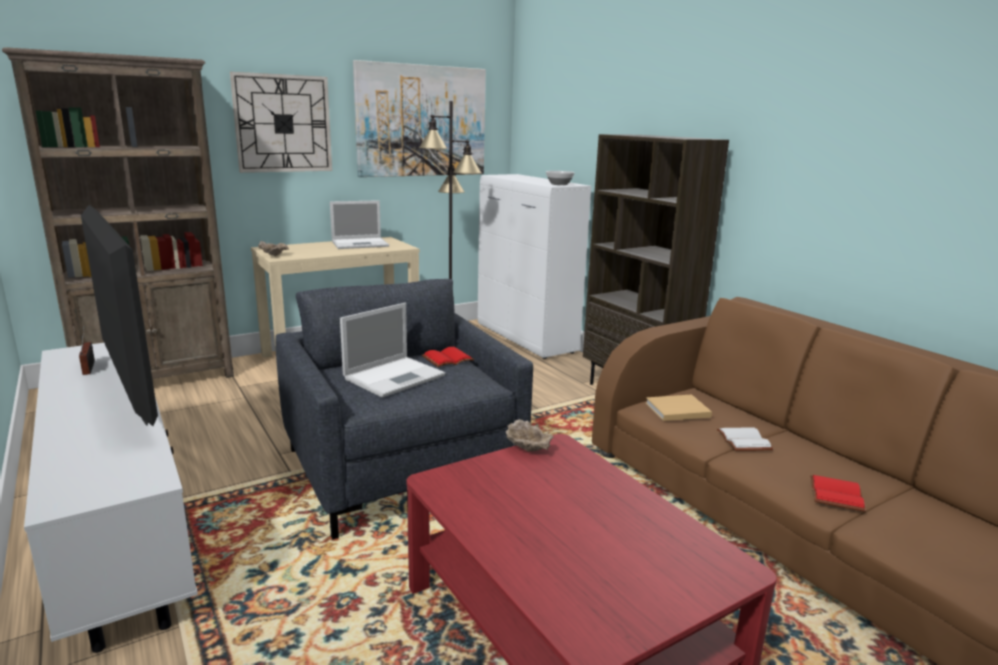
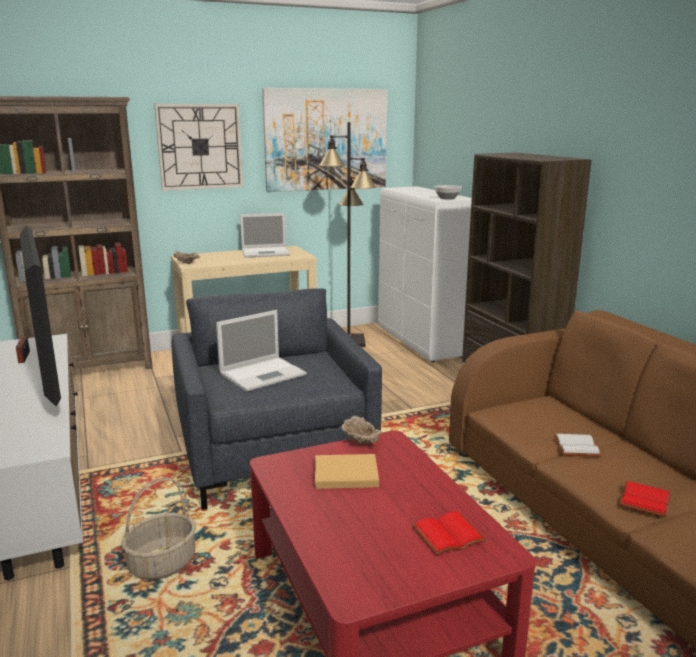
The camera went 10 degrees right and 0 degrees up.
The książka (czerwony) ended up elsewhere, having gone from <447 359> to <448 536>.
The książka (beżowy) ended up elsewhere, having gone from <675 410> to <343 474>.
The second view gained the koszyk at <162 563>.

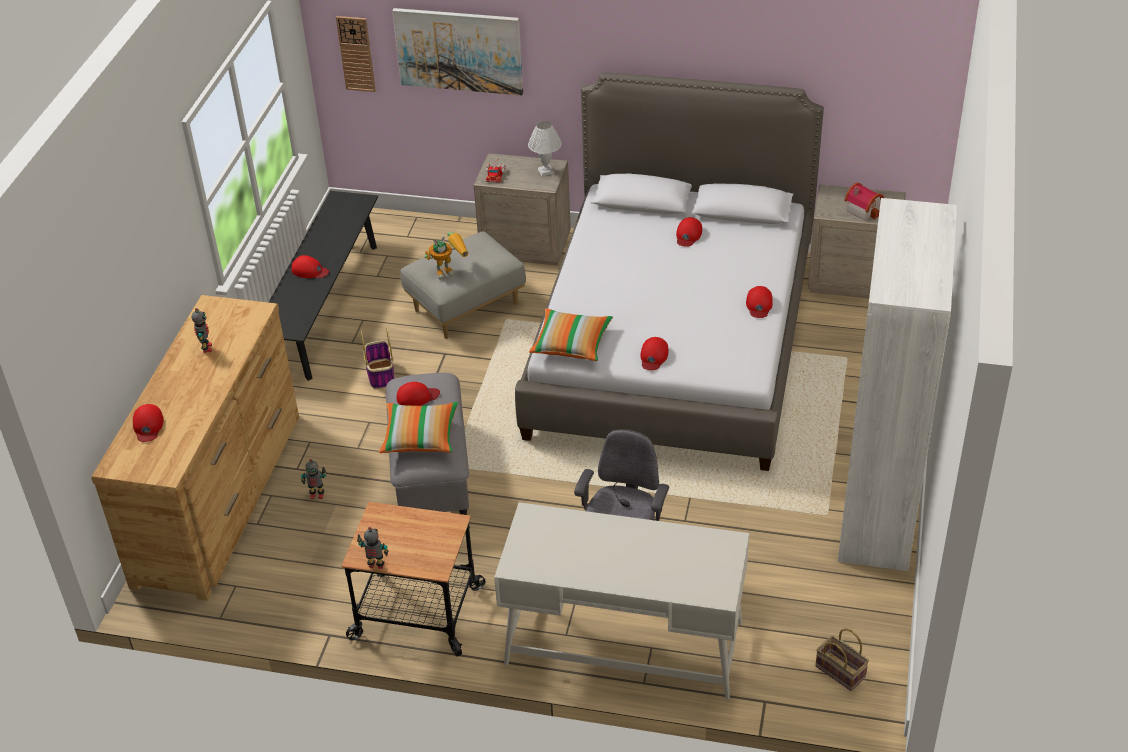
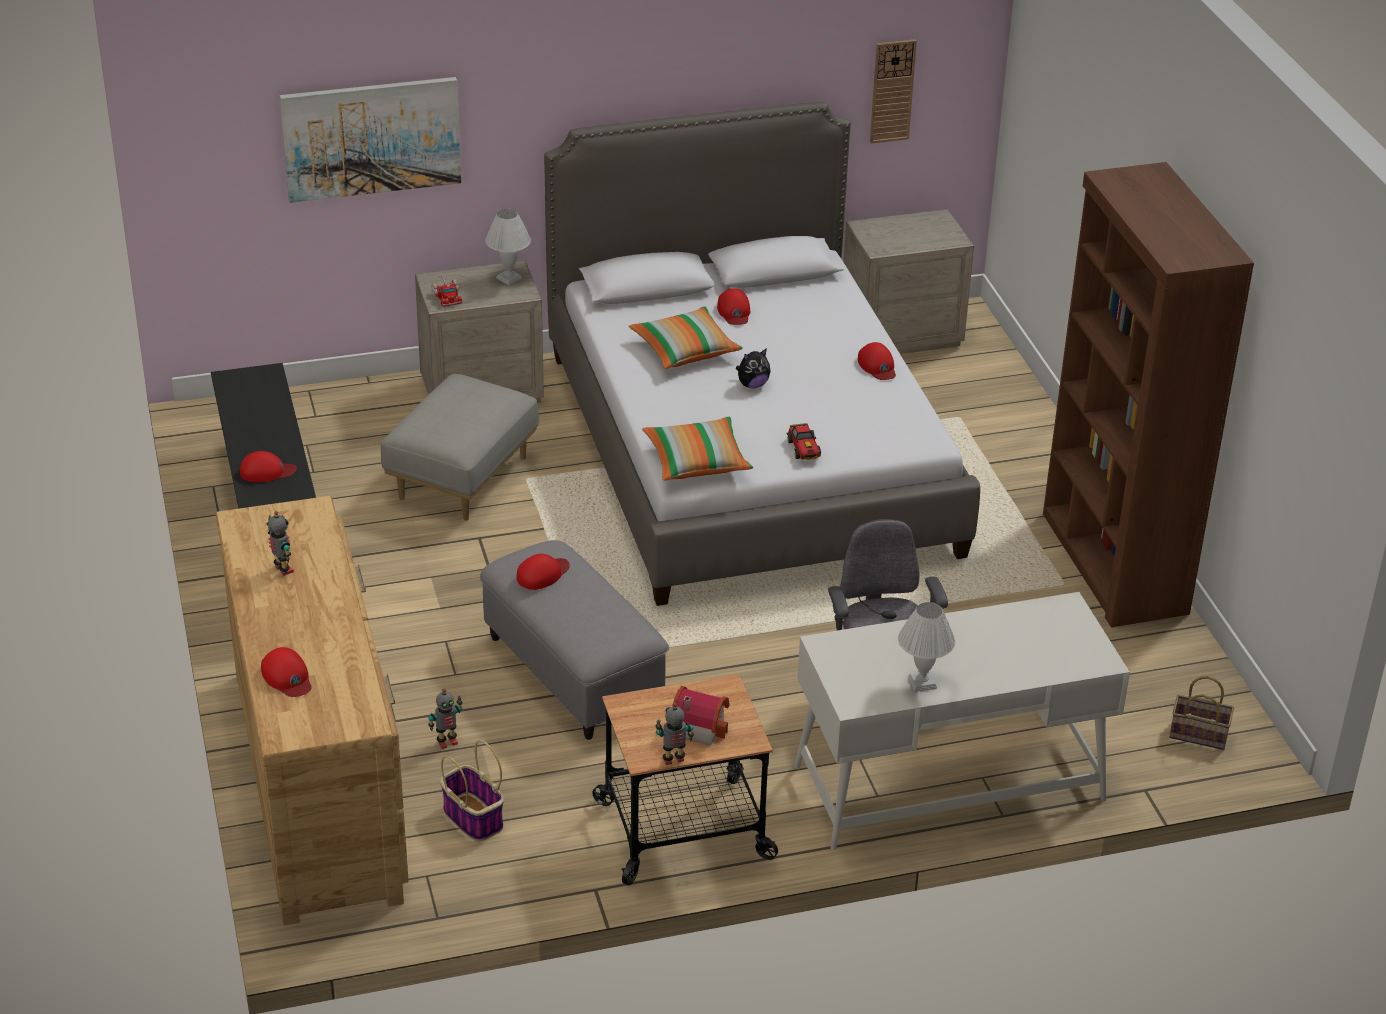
The camera went 30 degrees left and 5 degrees down.
The zegar ścienny ended up elsewhere, having gone from <356 53> to <892 91>.
The domek ended up elsewhere, having gone from <863 209> to <699 726>.
What was the regał (biały) at <878 510> turned into the regał (brązowy) at <1113 564>.
The second view lost the robot zabawkowy at <449 270>.
The koszyk ended up elsewhere, having gone from <380 374> to <472 817>.
Where the czapka z daszkiem (czerwony) stood at <653 356>, the samochodzik came to stand at <804 450>.
The poduszka ended up elsewhere, having gone from <420 437> to <685 350>.
The second view gained the pluszak at <752 385>.
The second view gained the lampa stołowa (biały) at <921 683>.

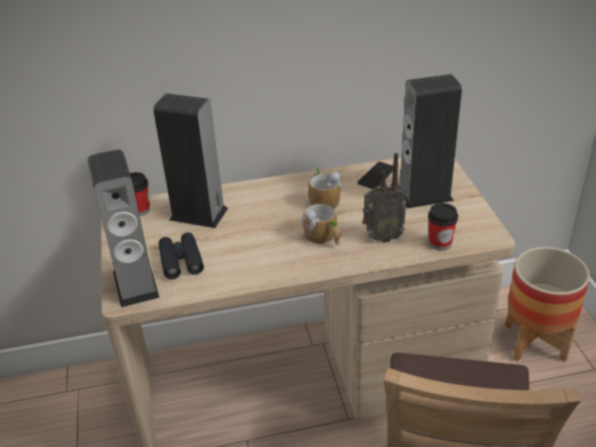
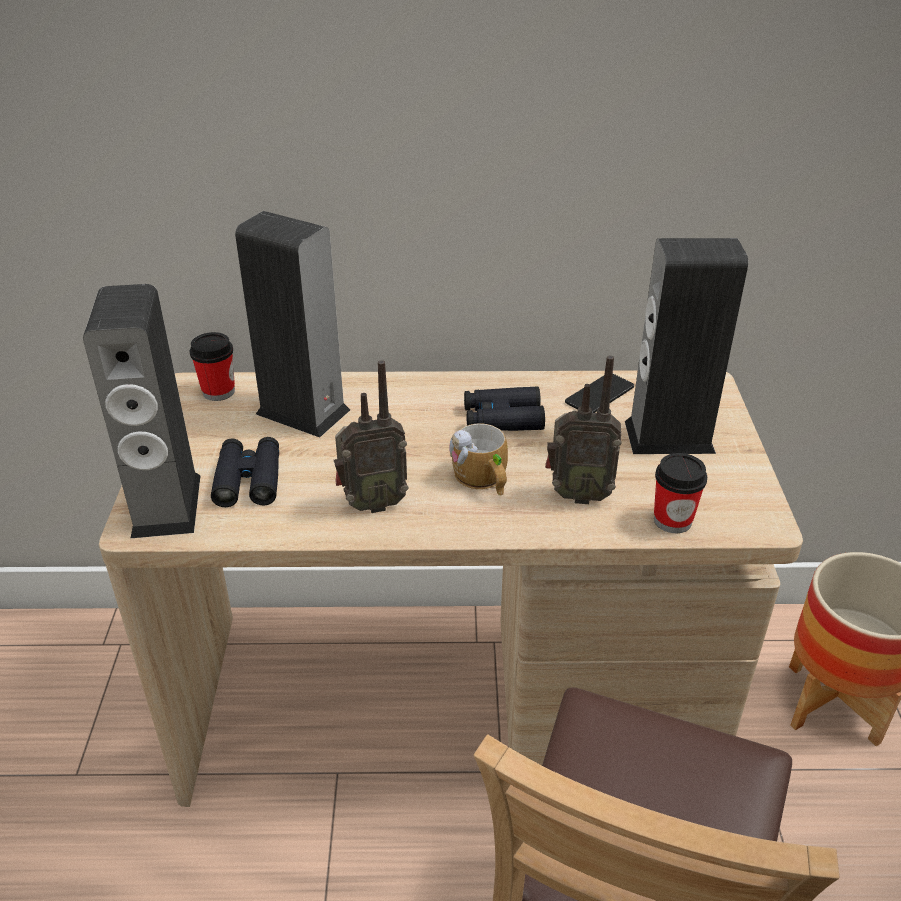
The camera went 10 degrees right and 0 degrees up.
Where the kubek stood at <323 199>, the lornetka (czarny) came to stand at <502 418>.
The second view gained the radio at <371 503>.

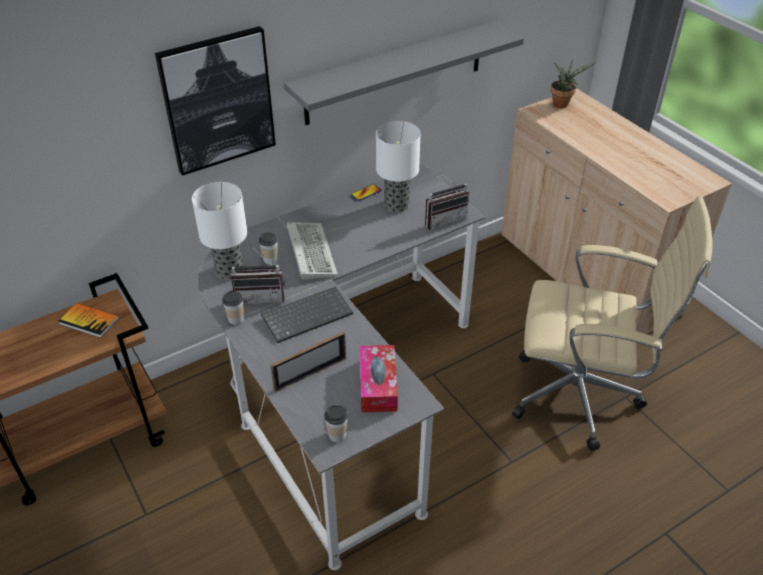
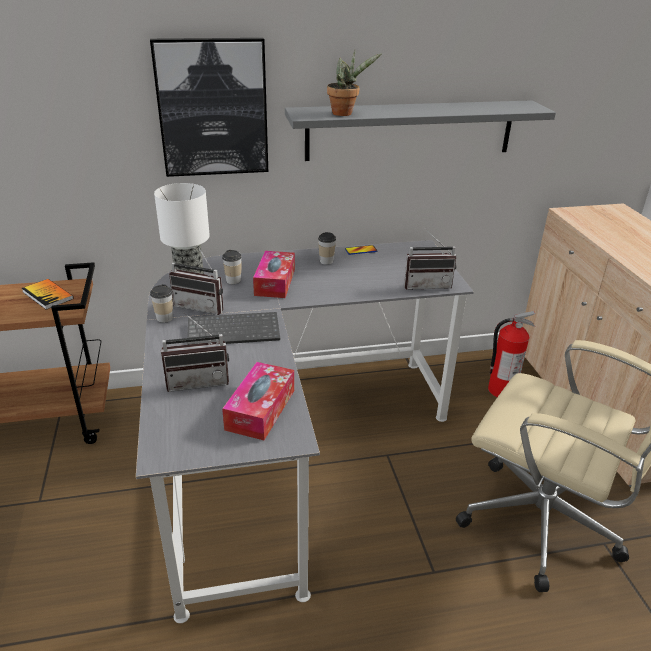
The camera went 20 degrees right and 10 degrees down.
The roślina doniczkowa ended up elsewhere, having gone from <562 103> to <345 113>.
The second view lost the lampa stołowa at <396 205>.
Where the klawiatura stood at <310 251>, the pudełko chusteczek came to stand at <275 282>.
Where the ramka na zdjęcie stood at <310 374>, the radio came to stand at <198 381>.
The filiżanka ended up elsewhere, having gone from <337 435> to <326 261>.
The second view gained the gaśnica at <501 390>.

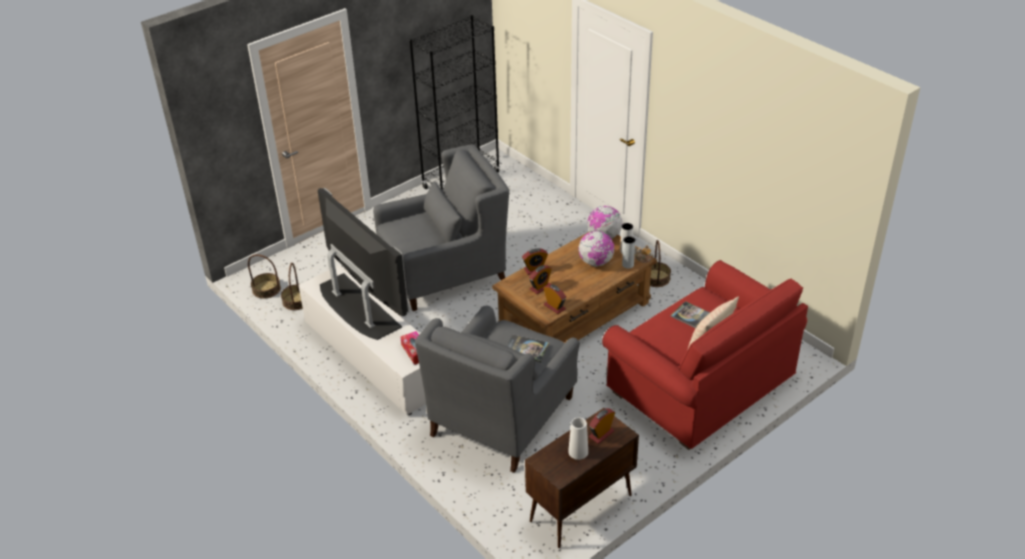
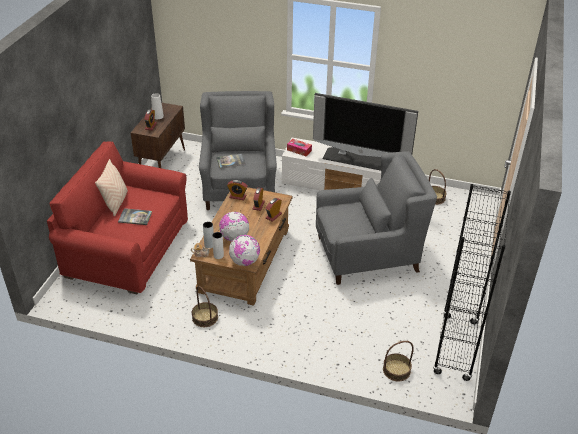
The camera went 145 degrees right and 0 degrees up.
The fotel (szary) at <444 273> ended up facing another way, 135 degrees counterclockwise from before.
The koszyk ended up elsewhere, having gone from <266 289> to <396 370>.

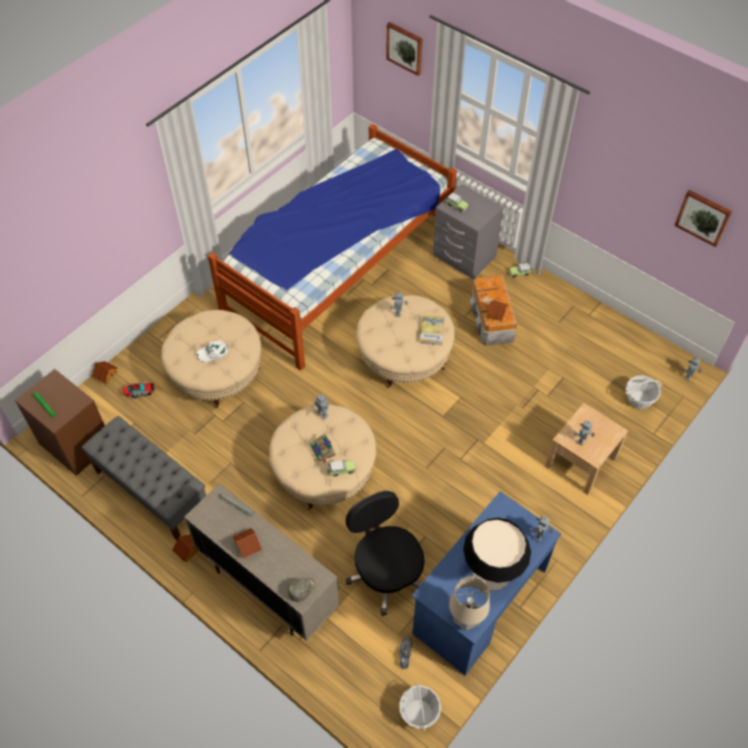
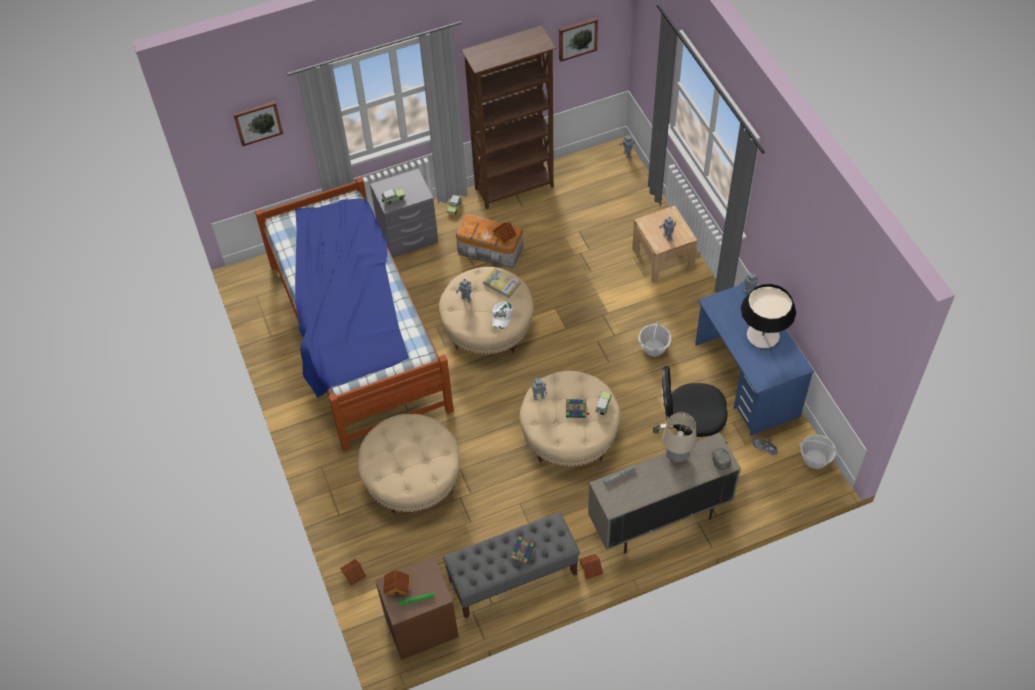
The camera went 60 degrees left and 0 degrees up.
The czapka z daszkiem (biały) ended up elsewhere, having gone from <213 352> to <501 316>.
The koszyk ended up elsewhere, having gone from <639 400> to <653 348>.
The second view lost the ciężarówka zabawkowa at <140 392>.
The domek ended up elsewhere, having gone from <248 546> to <397 586>.
The lampa stołowa ended up elsewhere, having gone from <465 620> to <677 456>.
The second view gained the regał (brązowy) at <515 188>.
The second view gained the książka at <522 551>.

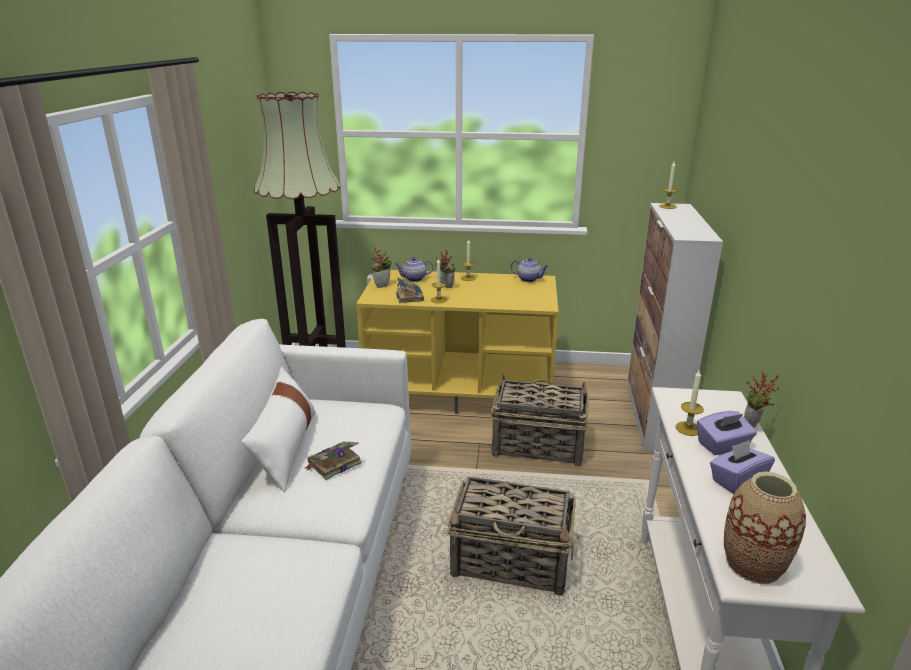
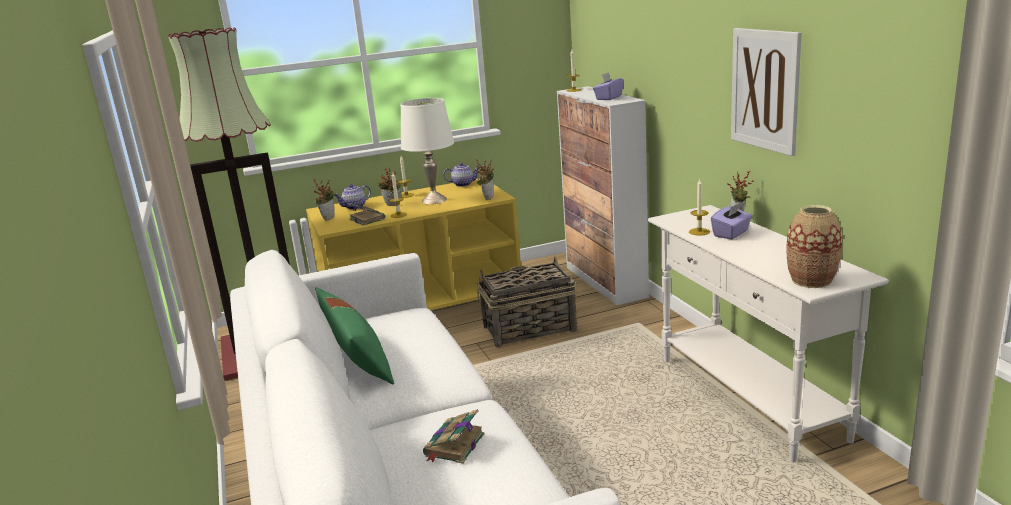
The camera went 25 degrees left and 5 degrees down.
What was the poduszka (biały) at <286 448> turned into the poduszka (zielony) at <357 358>.
The pudełko chusteczek (fioletowy) ended up elsewhere, having gone from <737 480> to <608 98>.
The książka ended up elsewhere, having gone from <333 464> to <453 446>.
The second view lost the koszyk at <512 562>.
The second view gained the obraz at <765 89>.
The second view gained the lampa stołowa (biały) at <434 200>.
The second view gained the roślina doniczkowa at <487 198>.

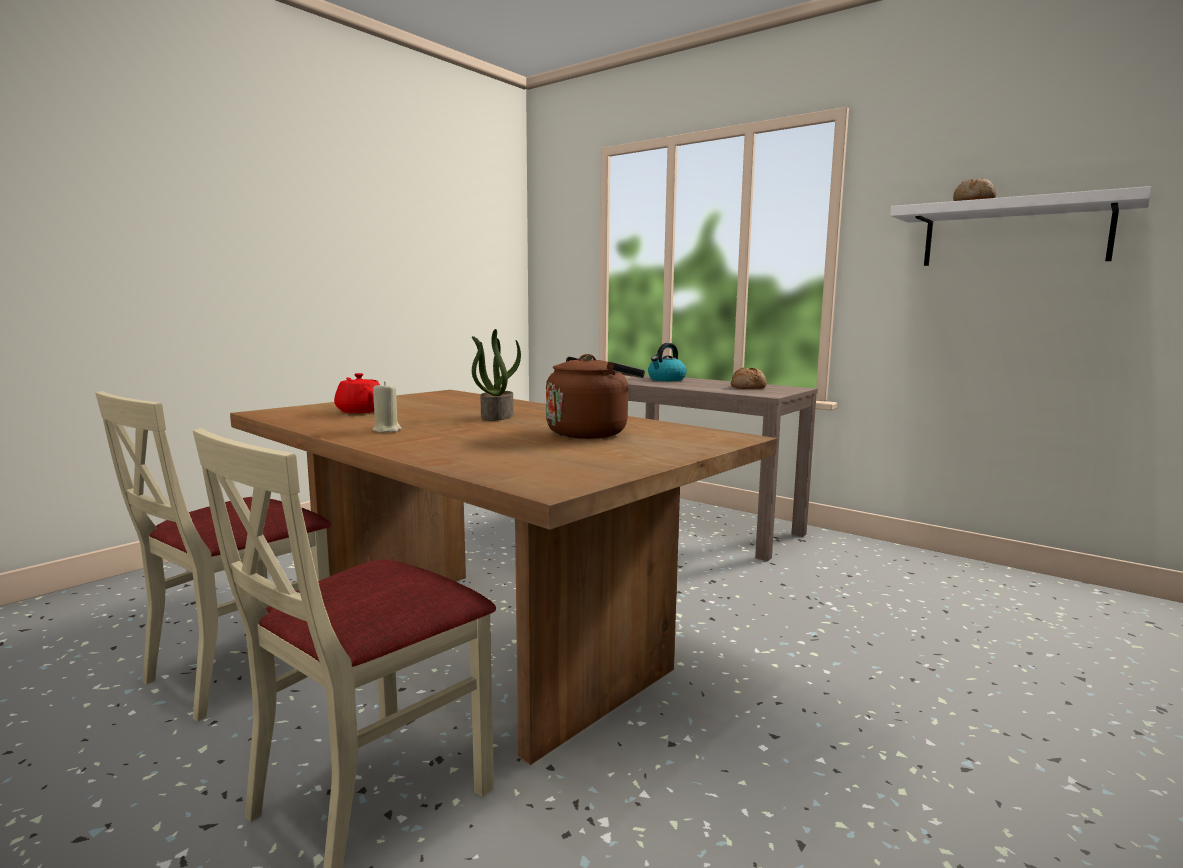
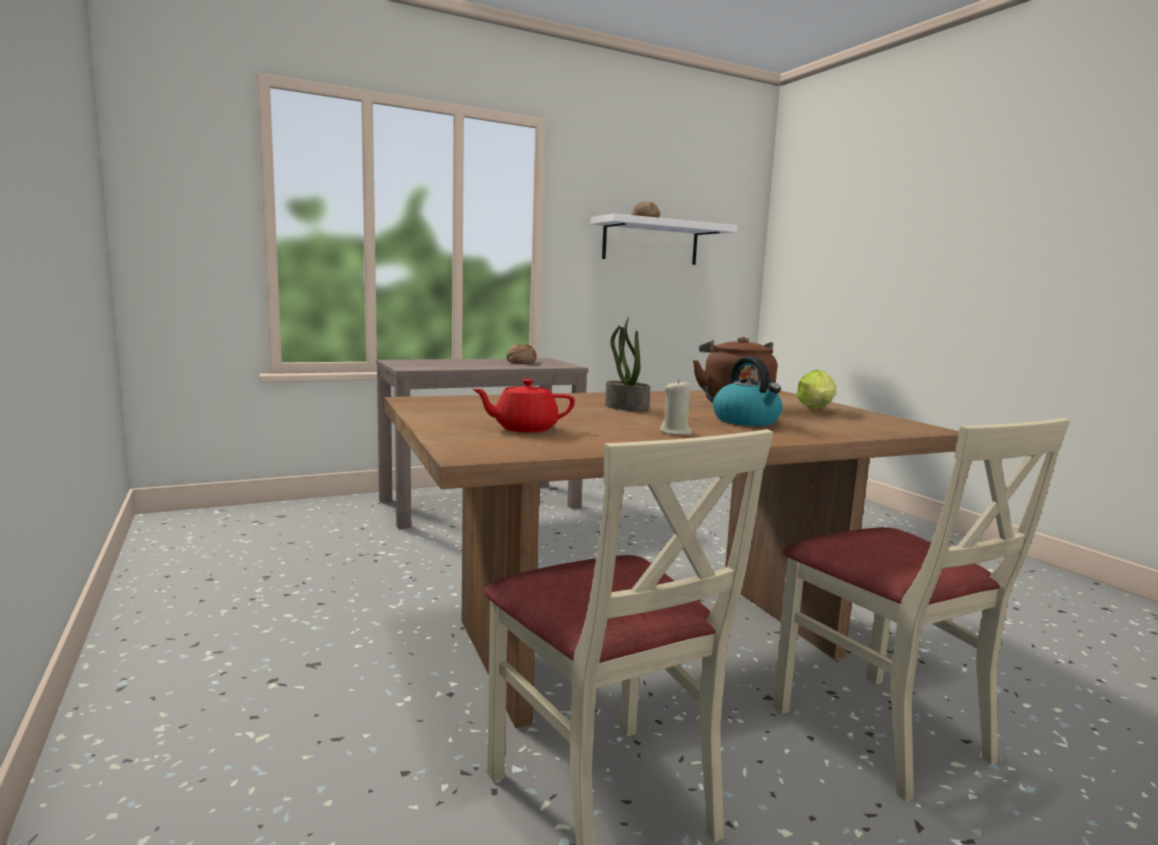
The camera went 65 degrees left and 0 degrees up.
The czajnik ended up elsewhere, having gone from <666 379> to <747 421>.
The second view gained the sałata at <817 410>.

